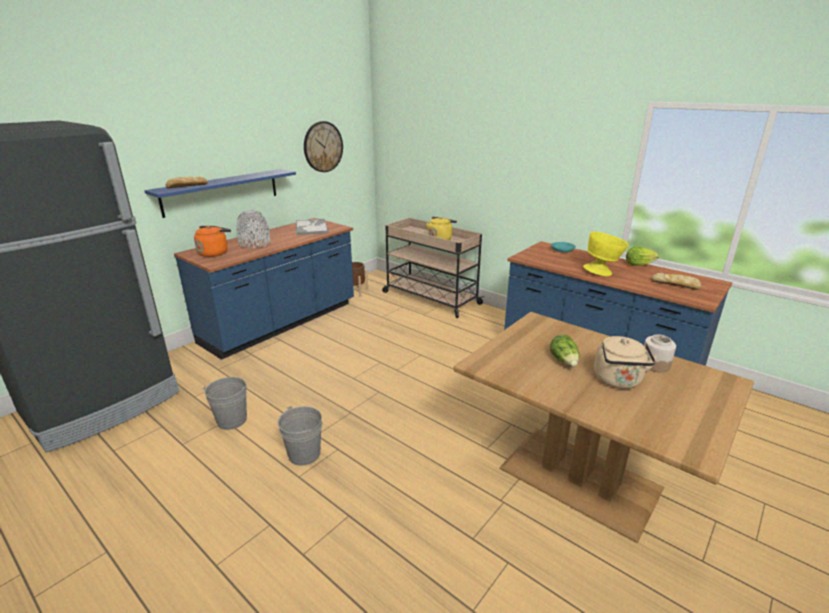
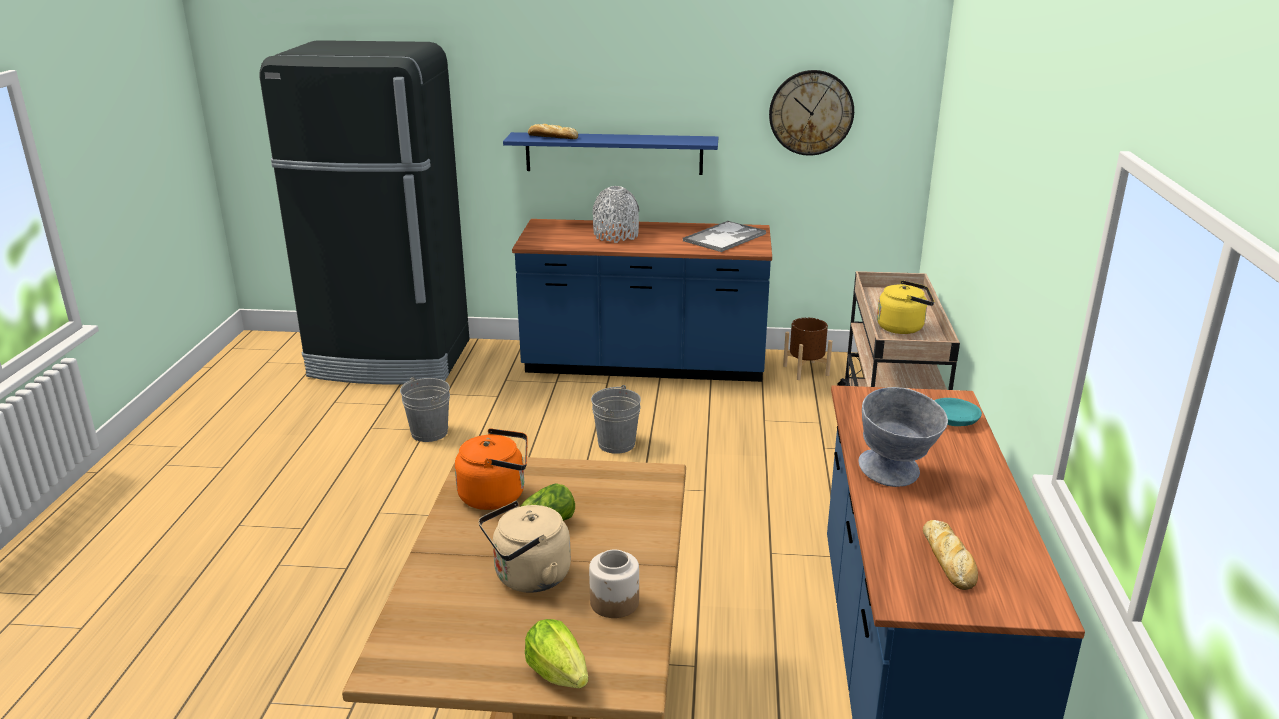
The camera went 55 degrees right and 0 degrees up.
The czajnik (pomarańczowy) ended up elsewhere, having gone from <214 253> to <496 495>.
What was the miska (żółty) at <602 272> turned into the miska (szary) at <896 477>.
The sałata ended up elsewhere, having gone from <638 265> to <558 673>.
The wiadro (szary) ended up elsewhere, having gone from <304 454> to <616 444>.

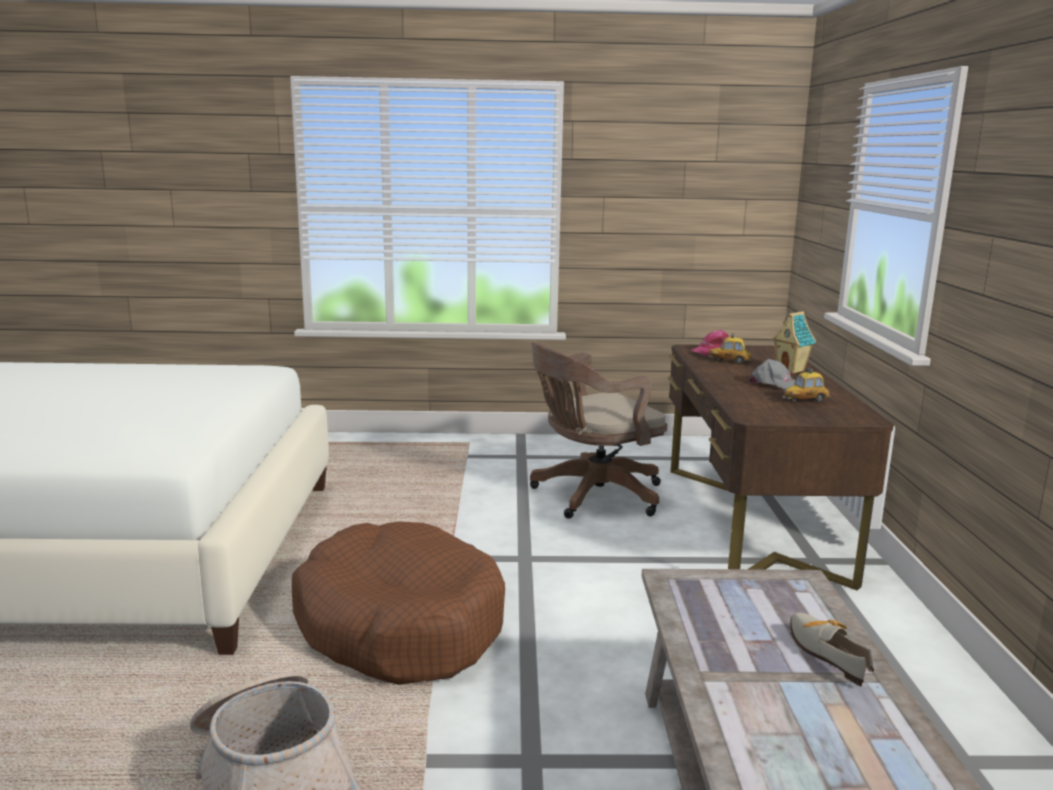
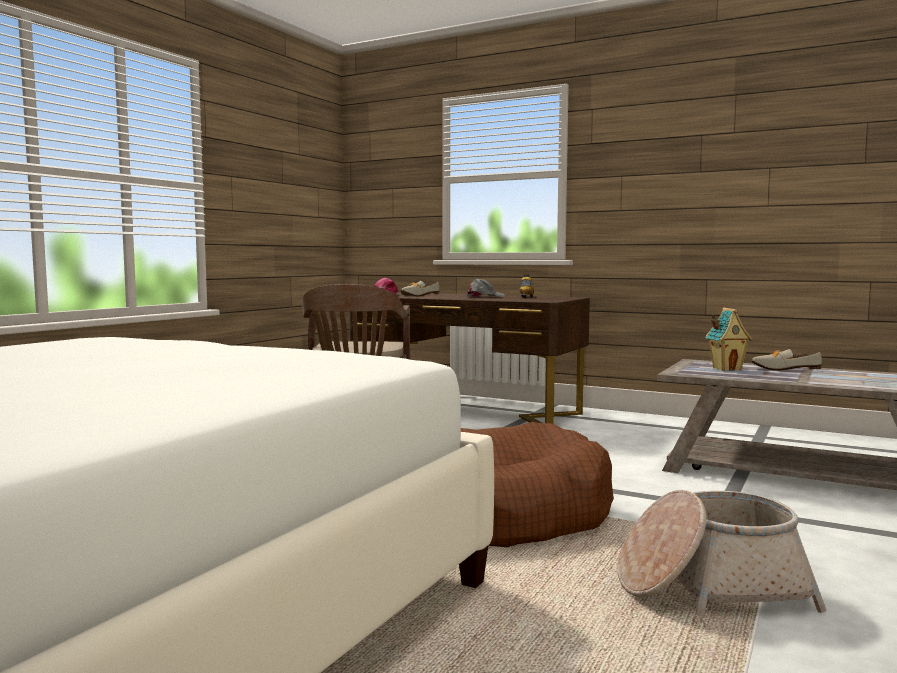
The camera went 60 degrees left and 10 degrees down.
The domek ended up elsewhere, having gone from <791 370> to <727 369>.
Where the samochodzik stood at <730 361>, the but came to stand at <416 296>.

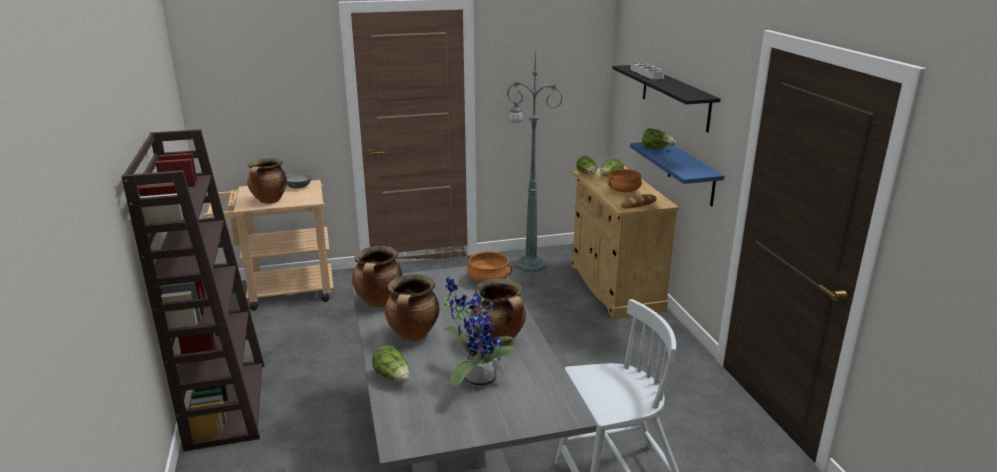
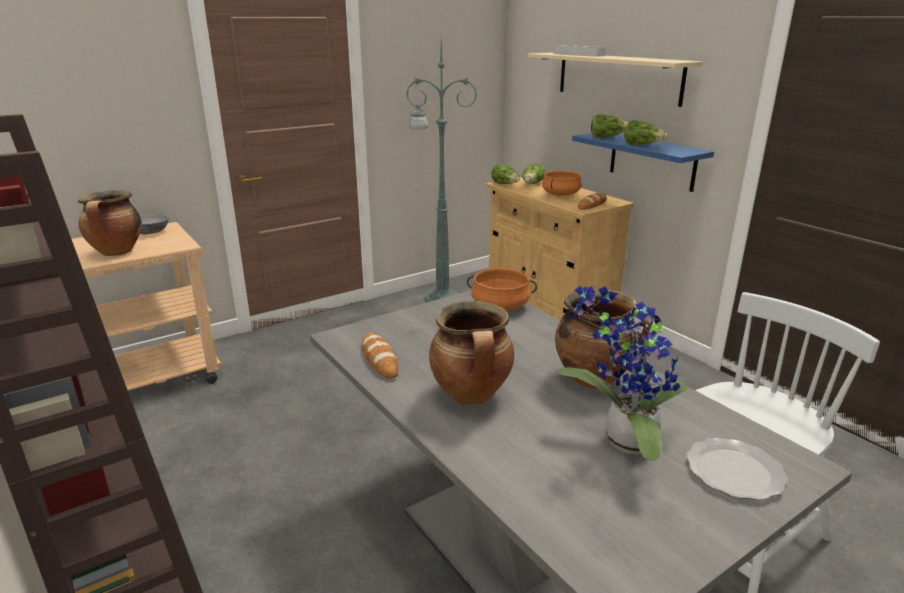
The camera went 20 degrees left and 0 degrees up.
What was the półka (czarny) at <675 97> turned into the półka (beżowy) at <617 77>.
Where the garnek stood at <379 302>, the chleb came to stand at <379 359>.
The sałata ended up elsewhere, having gone from <393 377> to <642 145>.
The second view gained the talerz at <733 470>.

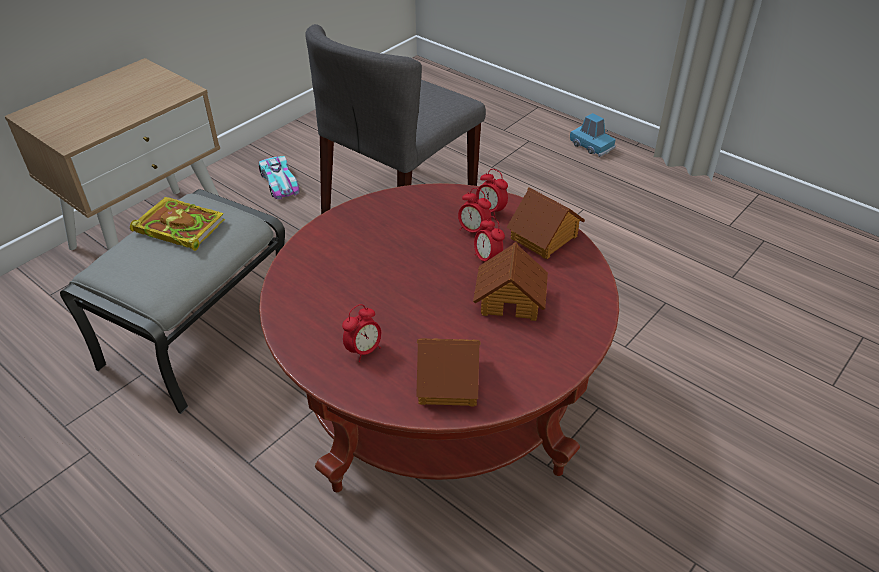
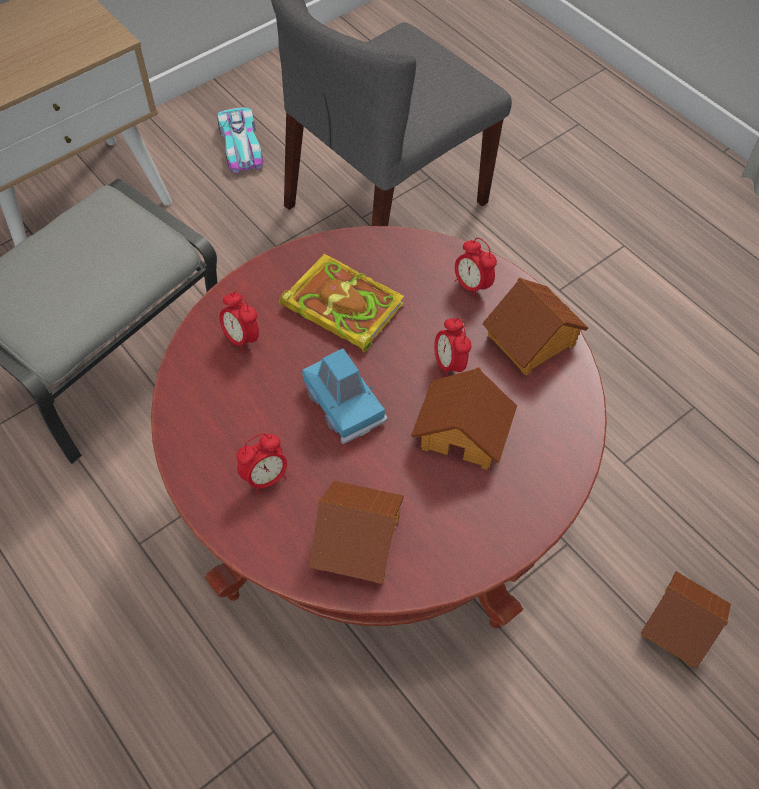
The camera went 10 degrees right and 15 degrees up.
The samochodzik (niebieski) ended up elsewhere, having gone from <591 146> to <344 404>.
The budzik ended up elsewhere, having gone from <473 231> to <242 338>.
The książka ended up elsewhere, having gone from <177 227> to <340 305>.
The second view gained the domek at <681 626>.

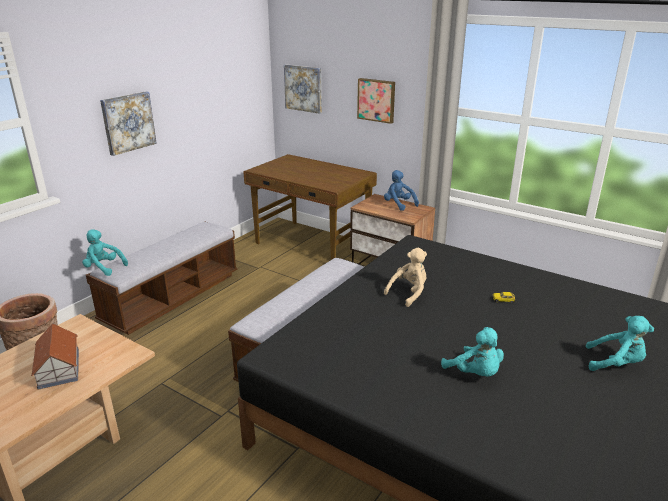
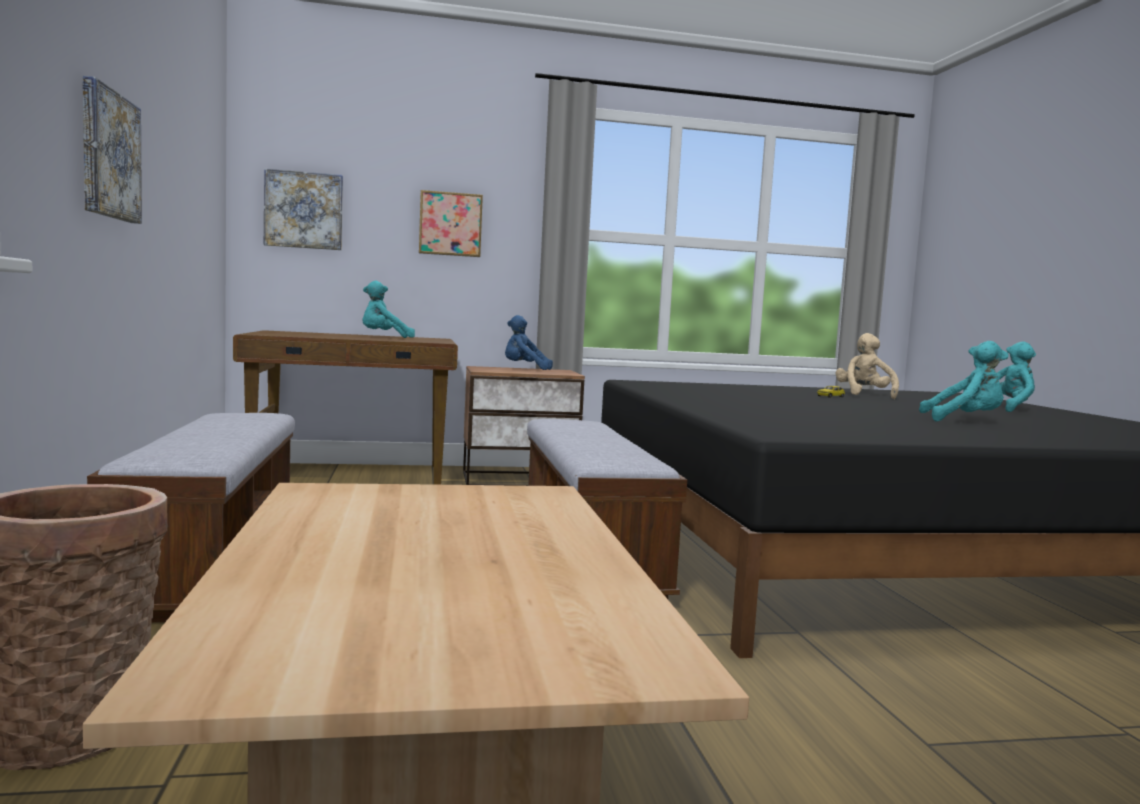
The camera went 45 degrees left and 20 degrees down.
The pluszak (turkusowy) ended up elsewhere, having gone from <104 268> to <384 337>.
The pluszak (beżowy) ended up elsewhere, having gone from <409 293> to <864 395>.
The second view lost the domek at <58 368>.

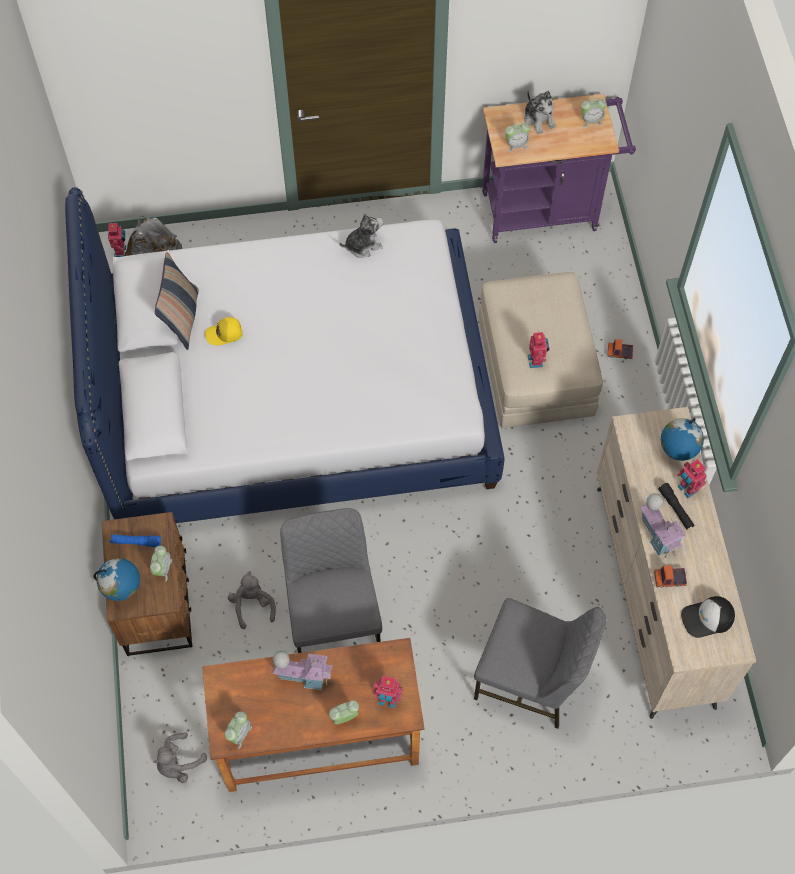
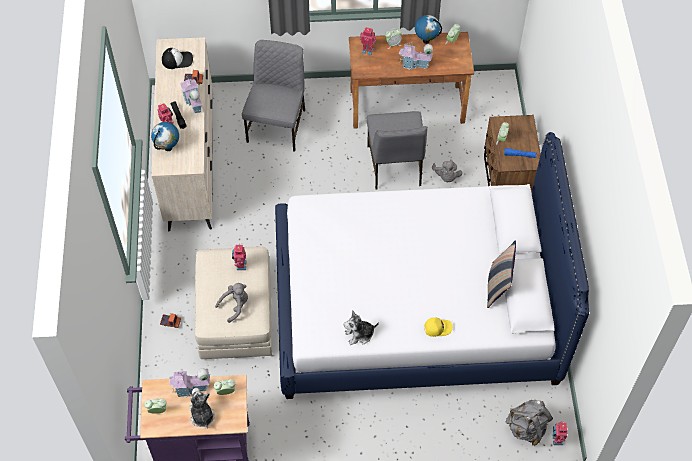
The camera went 175 degrees left and 5 degrees down.
The czapka z daszkiem (żółty) ended up elsewhere, having gone from <224 334> to <437 328>.
The globus ended up elsewhere, having gone from <123 591> to <426 40>.
The krzesło (szary) at <531 680> ended up facing another way, 75 degrees clockwise from before.
The pluszak (szary) ended up elsewhere, having gone from <178 763> to <235 305>.
The second view gained the domek at <191 388>.

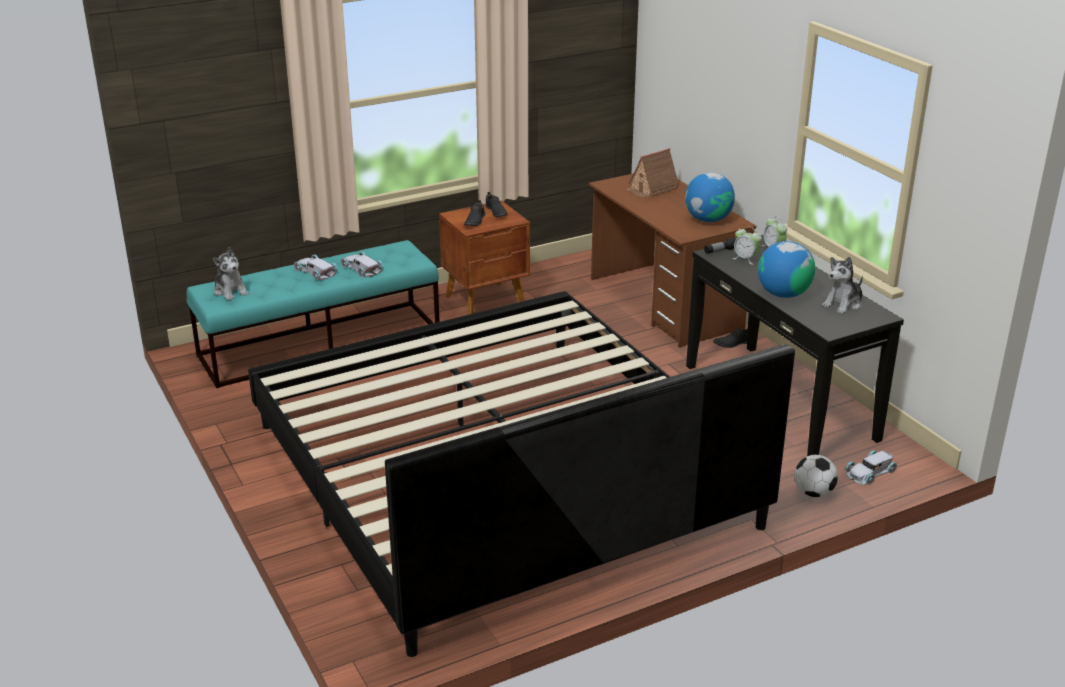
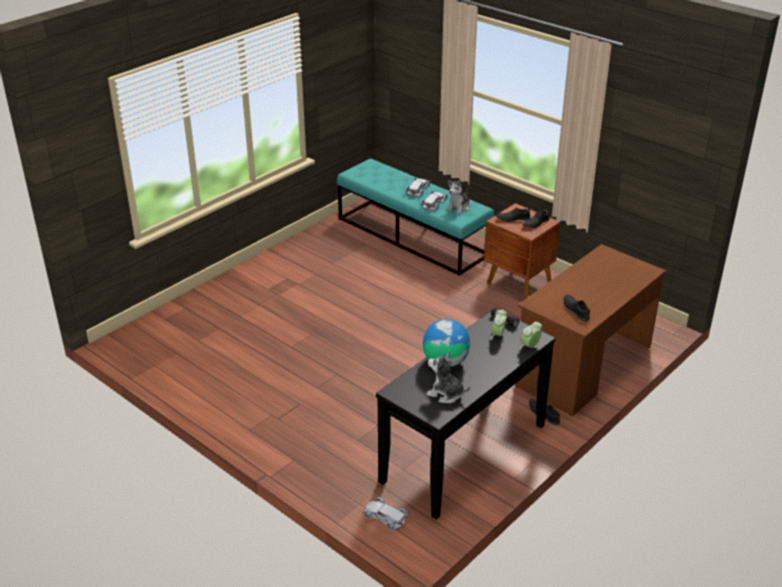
The camera went 70 degrees right and 5 degrees up.
The second view lost the domek at <651 188>.
Where the globus stood at <708 219>, the but (czarny) came to stand at <576 310>.
The pluszak ended up elsewhere, having gone from <230 291> to <458 207>.
The second view lost the łóżko at <499 475>.
The second view lost the piłka futbolowa at <813 493>.

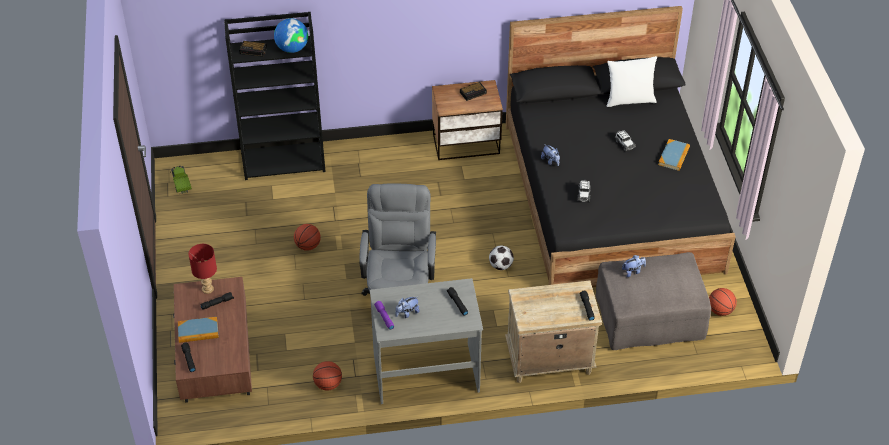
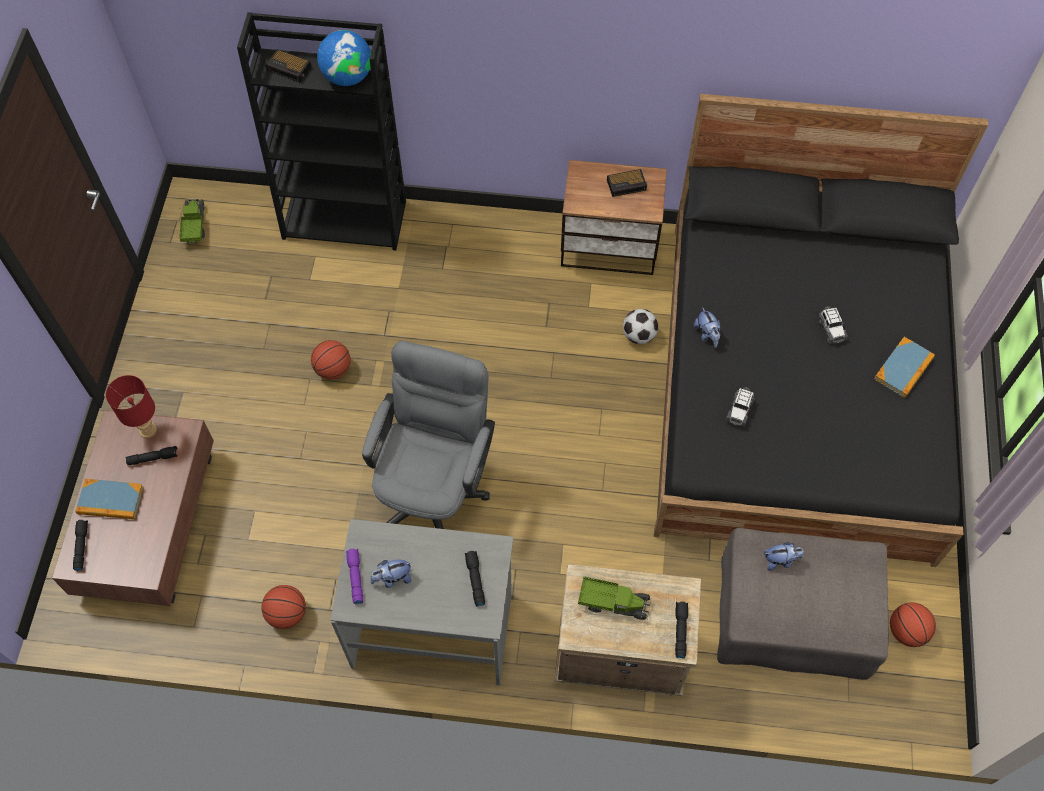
The camera went 15 degrees right and 15 degrees up.
The second view lost the poduszka (biały) at <629 100>.
The piłka futbolowa ended up elsewhere, having gone from <501 266> to <639 335>.
The second view gained the ciężarówka zabawkowa at <613 602>.

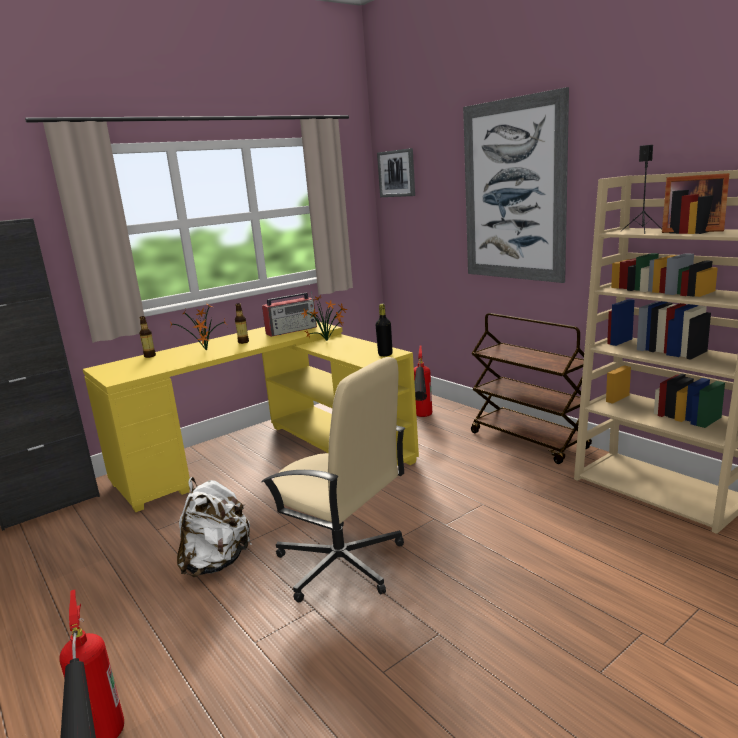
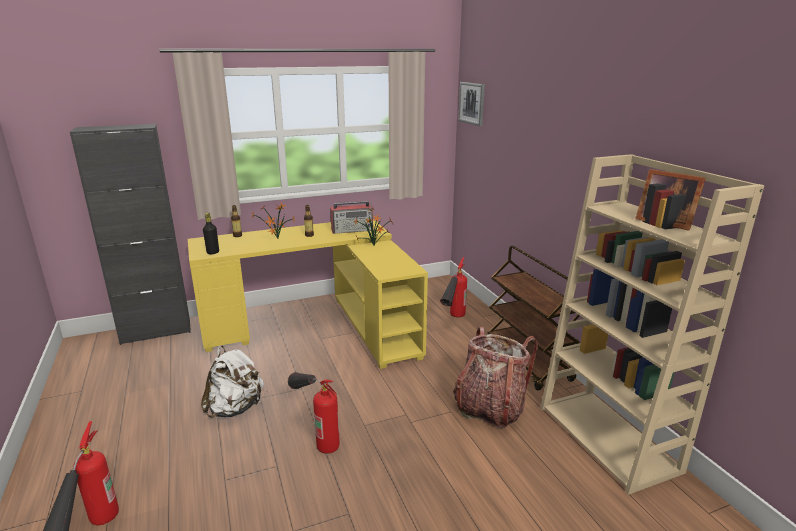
The camera went 15 degrees right and 5 degrees up.
The second view lost the obraz at <513 191>.
The second view lost the głośnik (czarny) at <642 231>.
The butelka (czarny) ended up elsewhere, having gone from <385 354> to <213 252>.
Where the krzesło biurowe (beżowy) stood at <342 563>, the gaśnica came to stand at <316 434>.
The second view gained the plecak at <489 408>.

